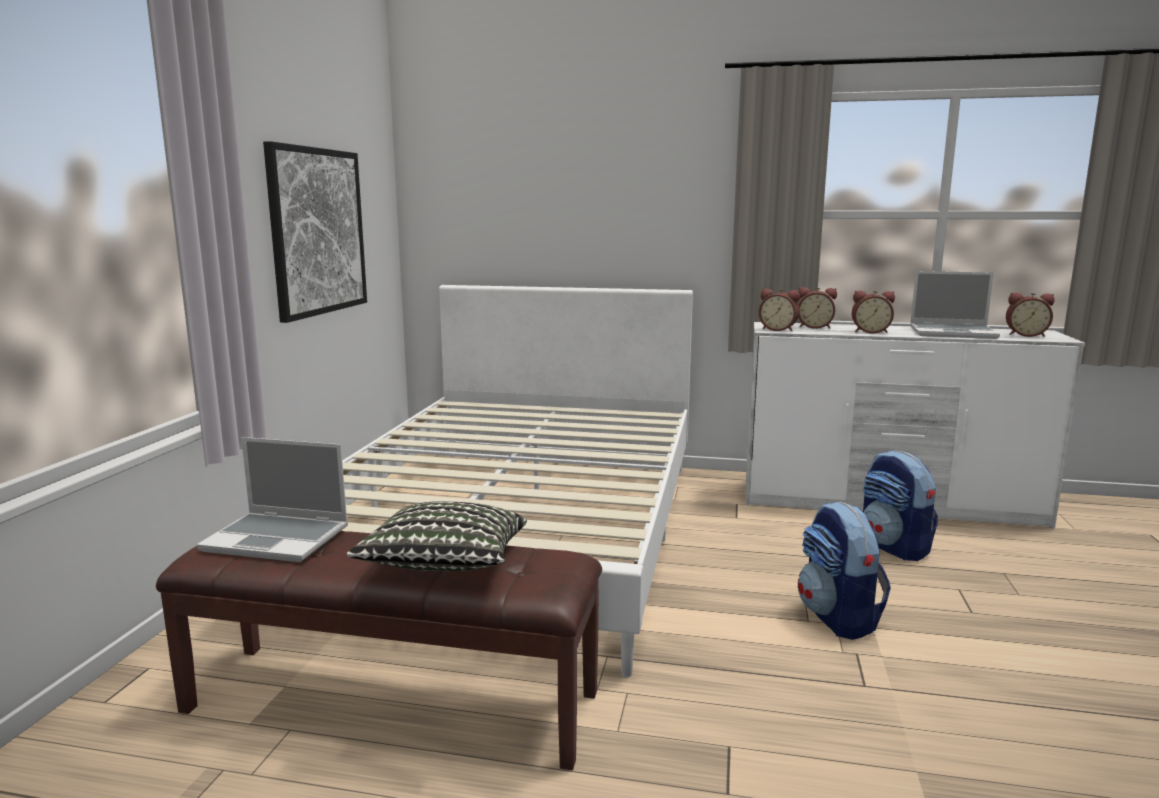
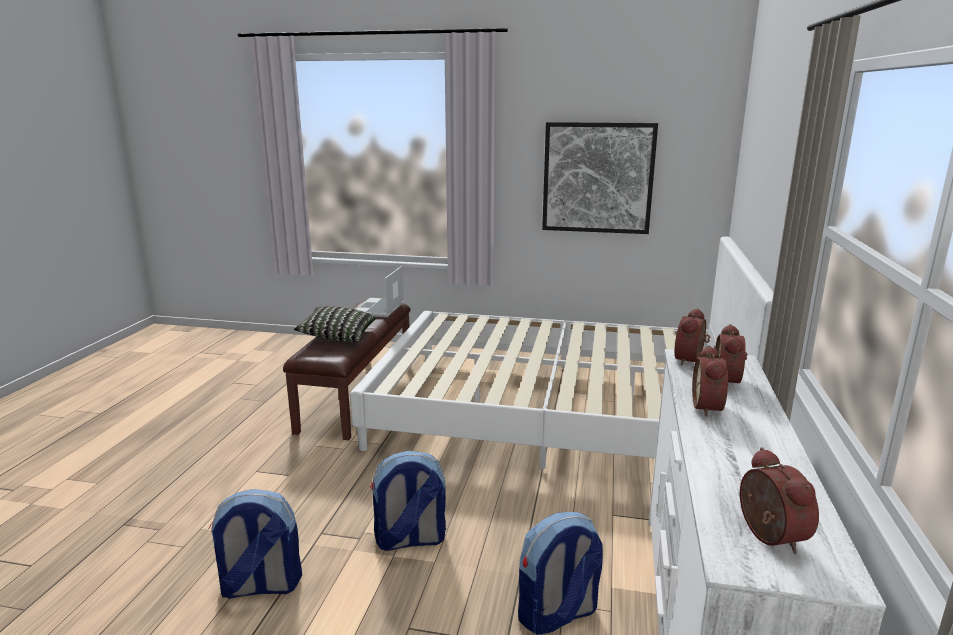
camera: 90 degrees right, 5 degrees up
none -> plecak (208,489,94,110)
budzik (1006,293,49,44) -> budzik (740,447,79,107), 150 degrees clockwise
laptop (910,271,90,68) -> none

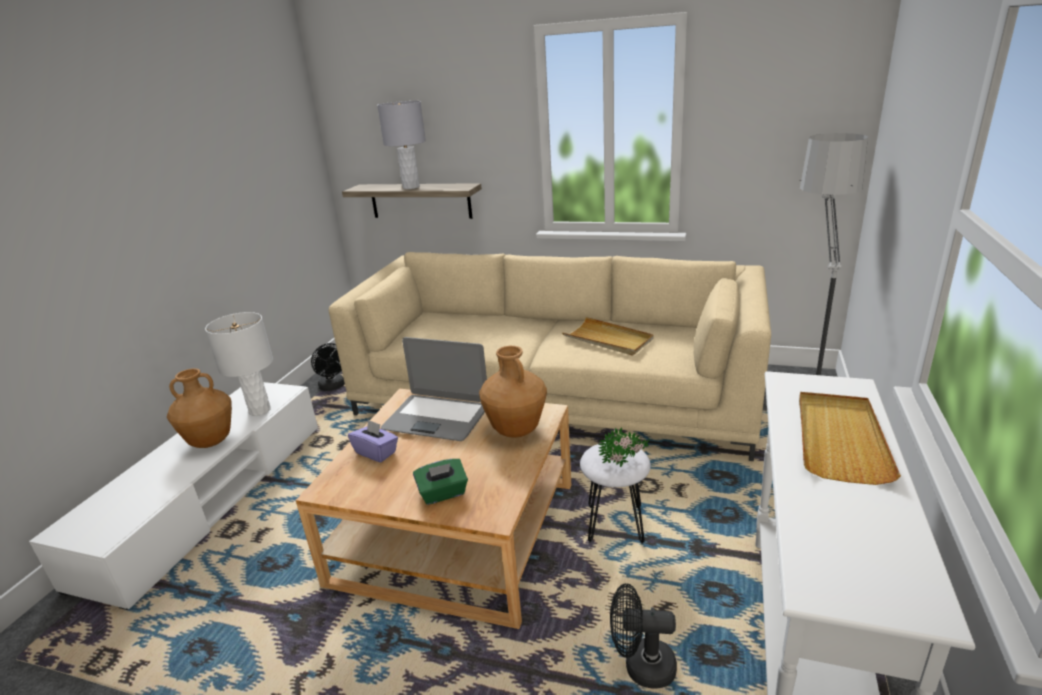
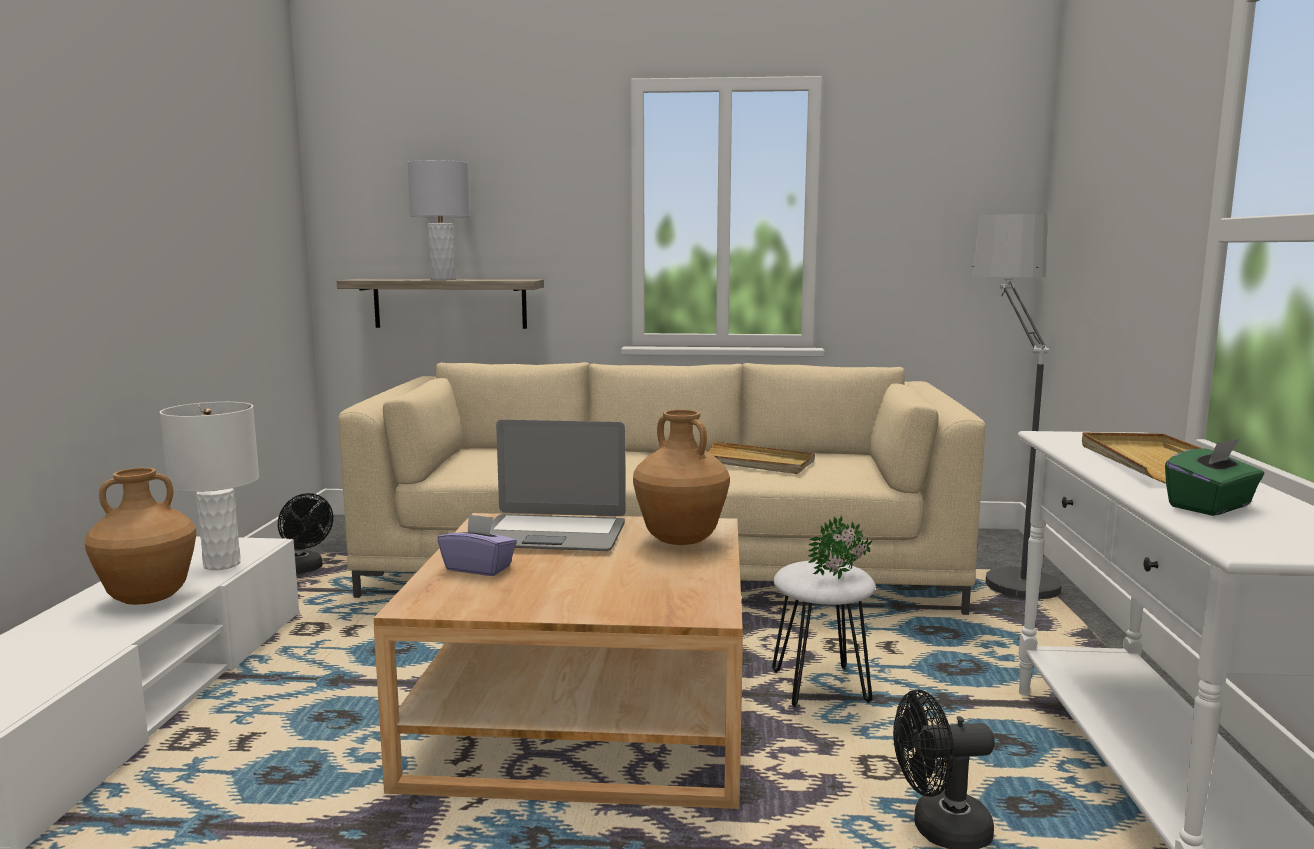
camera: 15 degrees left, 15 degrees down
pudełko chusteczek (zielony) (413,459,55,46) -> pudełko chusteczek (zielony) (1165,439,99,77), move

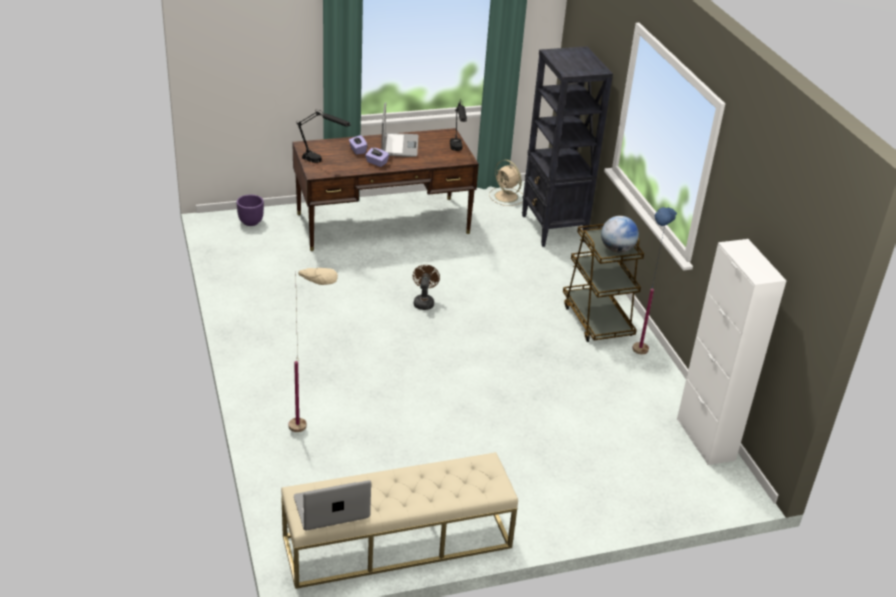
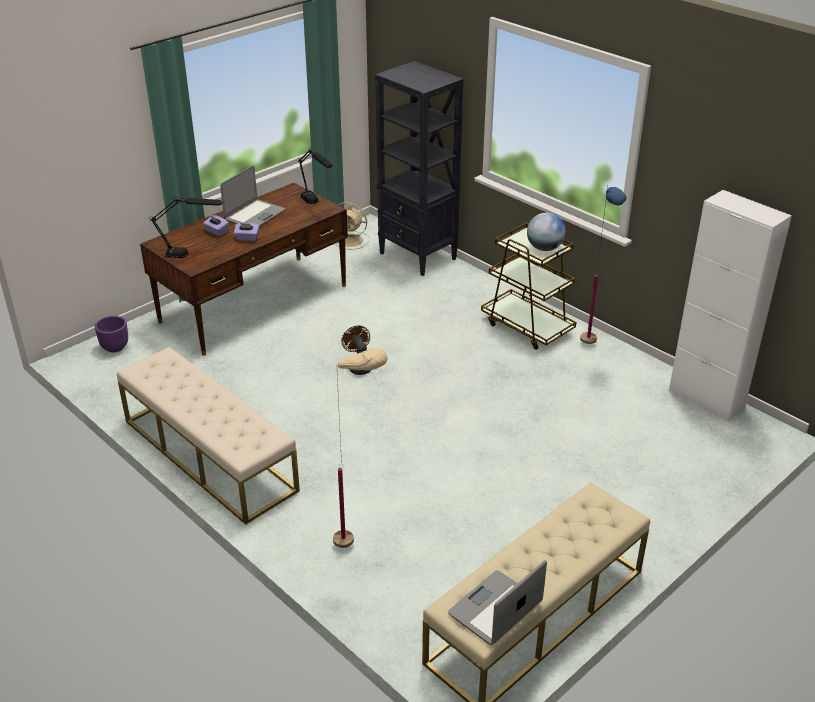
camera: 25 degrees left, 0 degrees up
none -> ławka (beżowy) (117,347,183,178)
laptop (381,102,38,55) -> laptop (220,166,65,60), 60 degrees clockwise

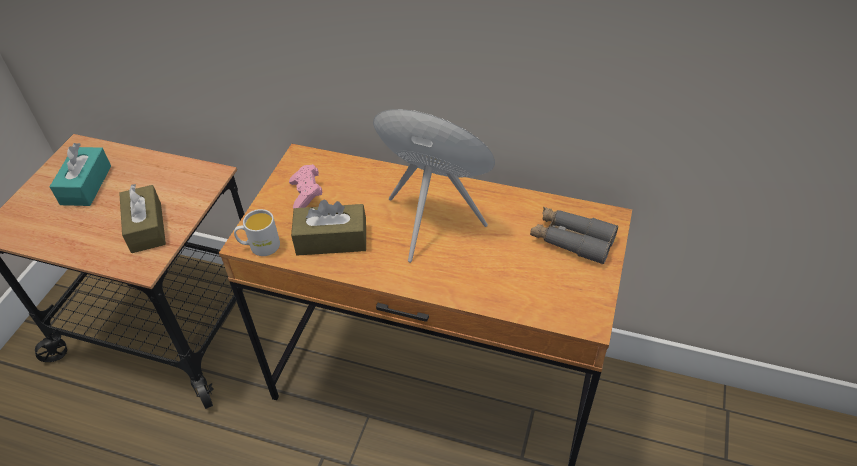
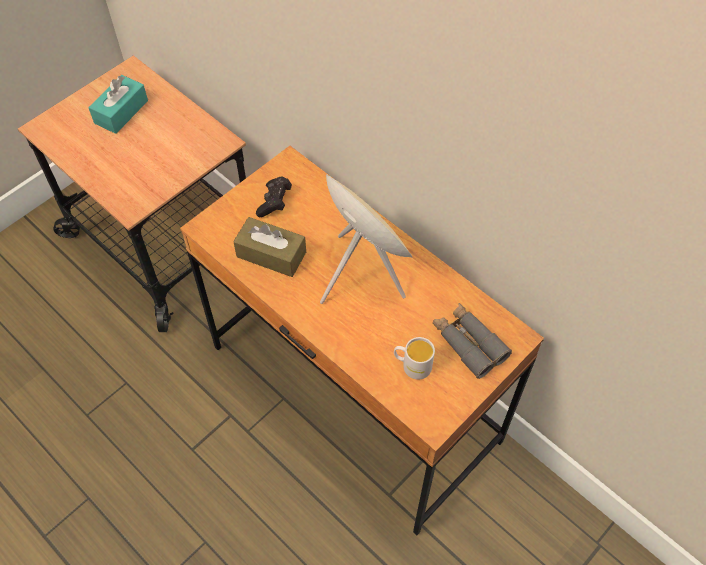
camera: 25 degrees right, 10 degrees up
pad do gier (różowy) (289,164,33,45) -> pad do gier (czarny) (256,177,36,40)
kubek (biały) (234,209,46,47) -> kubek (biały) (394,337,41,43), move
pudełko chusteczek (brązowy) (119,184,47,69) -> none

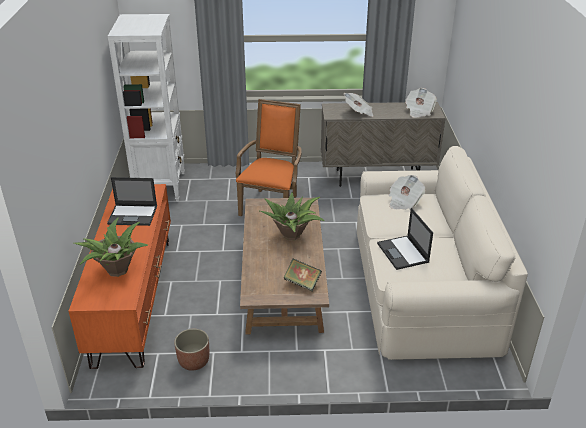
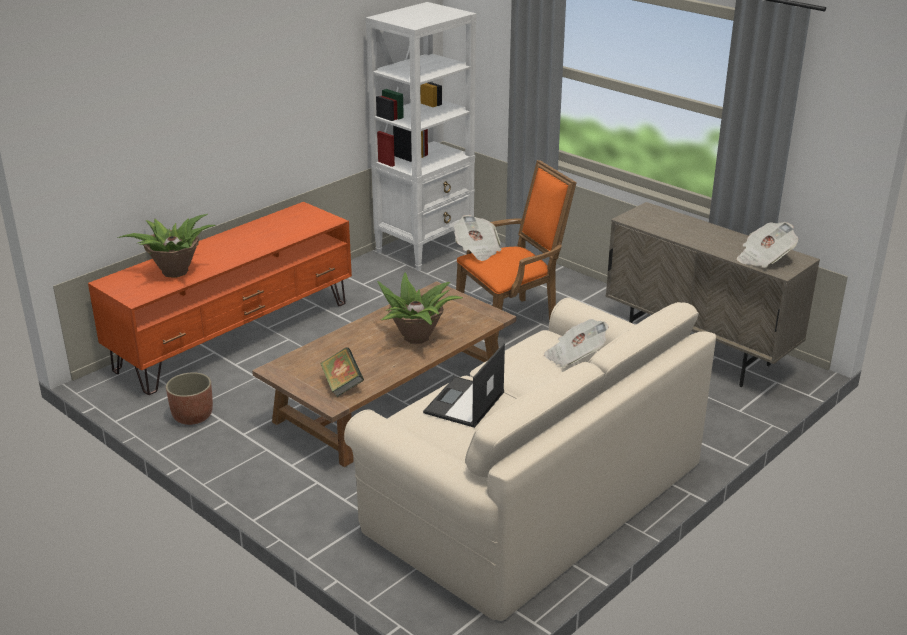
camera: 45 degrees right, 5 degrees down
gazeta (344,93,29,24) -> gazeta (454,215,48,46), move
laptop (107,177,50,49) -> none

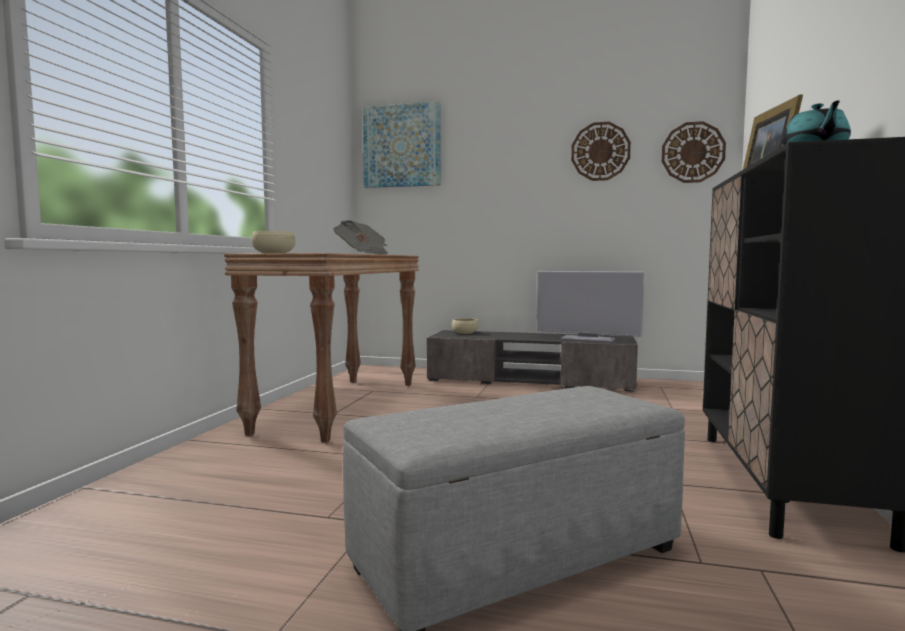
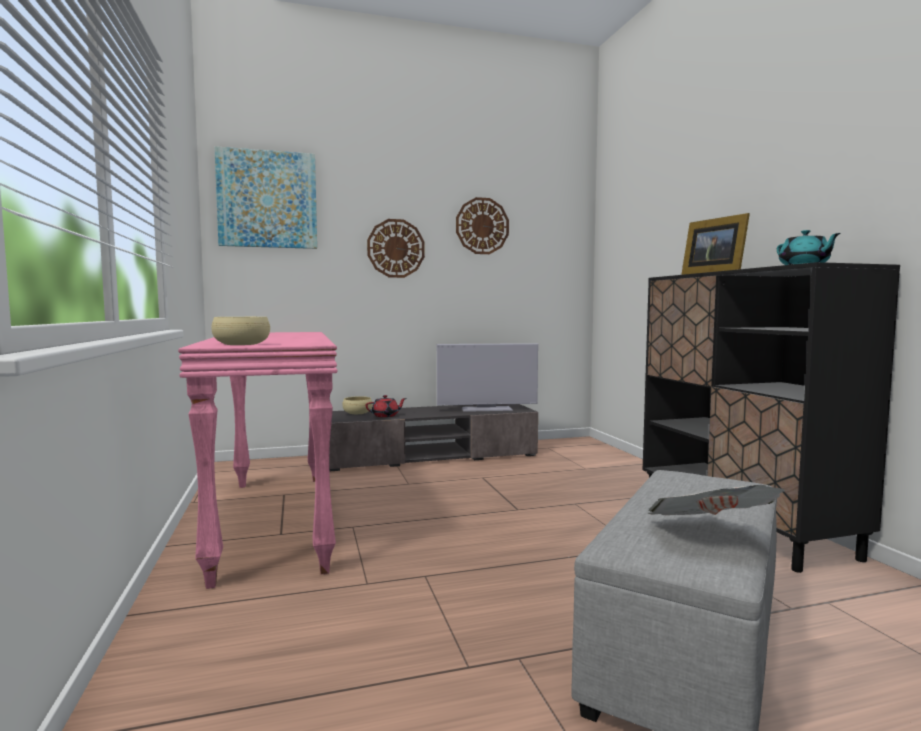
camera: 30 degrees left, 0 degrees up
stolik konsolowy (brązowy) (224,253,195,189) -> stolik konsolowy (różowy) (178,332,159,257)
none -> imbryk (czerwony) (366,395,41,22)
zegar ścienny (662,121,64,62) -> zegar ścienny (367,219,58,59), move
gazeta (333,220,55,35) -> gazeta (647,485,138,30), move

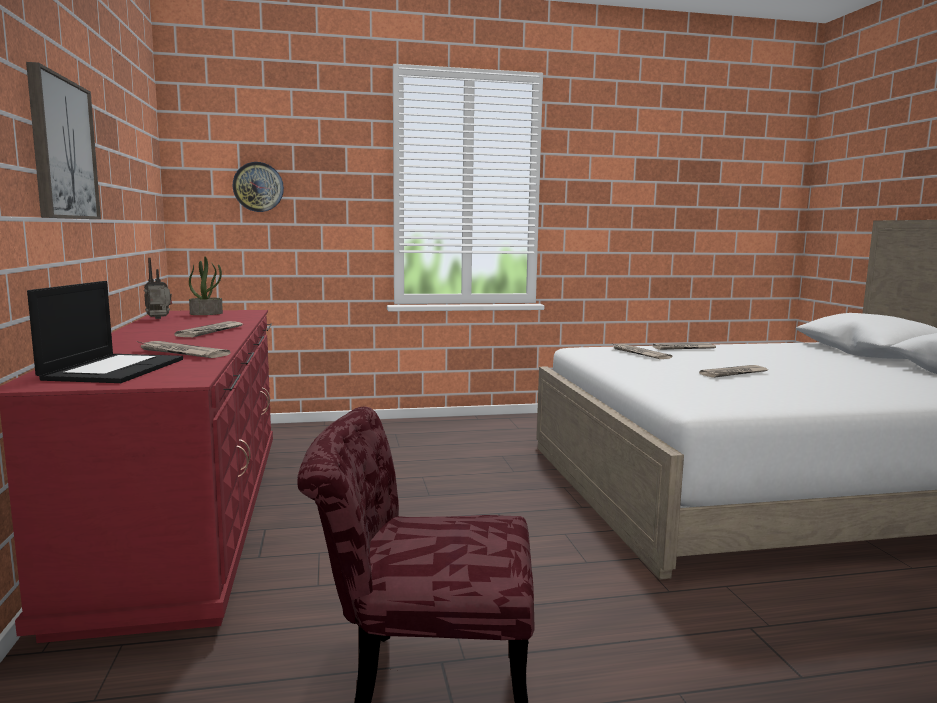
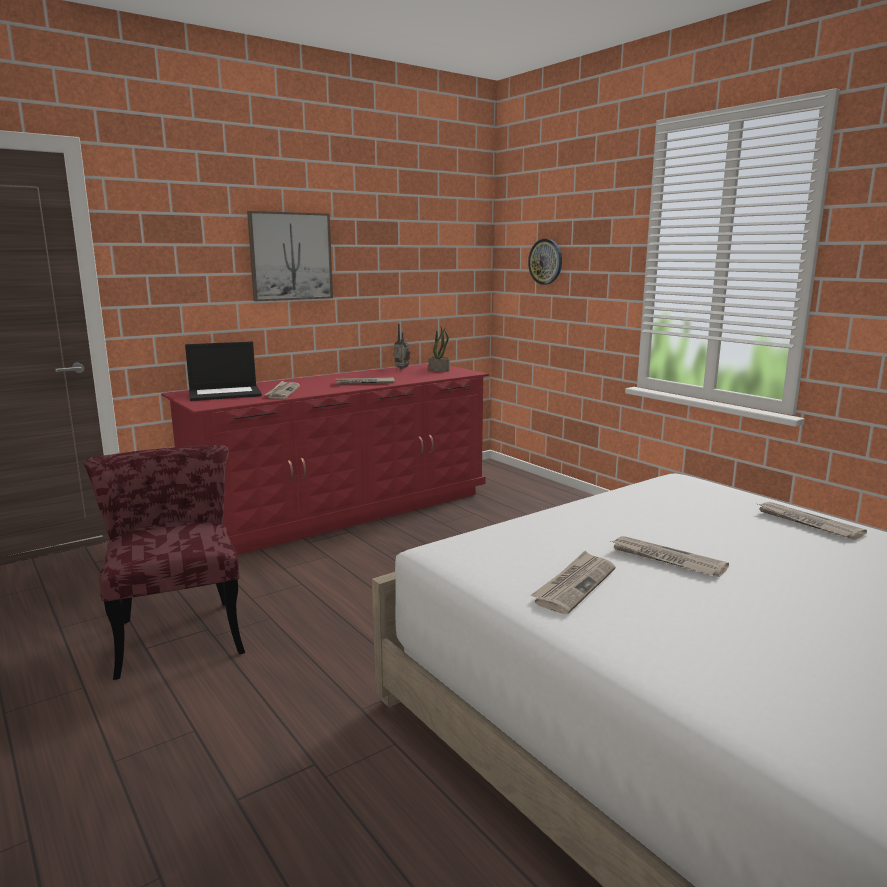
camera: 65 degrees right, 5 degrees up
gazeta (614,344,58,15) -> gazeta (531,551,84,63), move

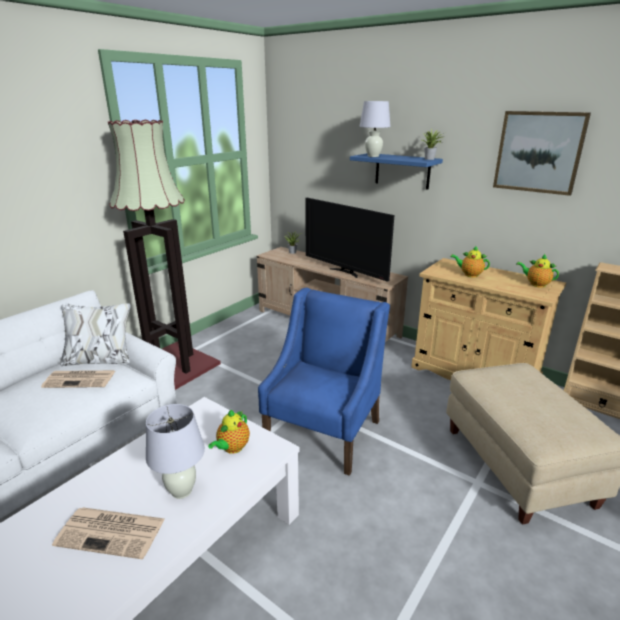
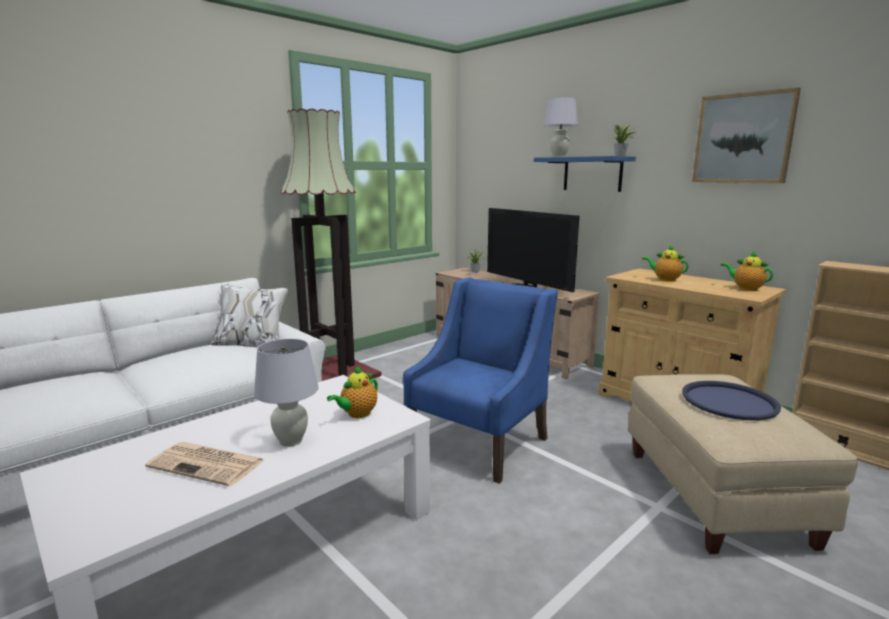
camera: 10 degrees right, 10 degrees down
none -> taca (niebieski) (682,381,99,39)
gazeta (41,370,74,18) -> none

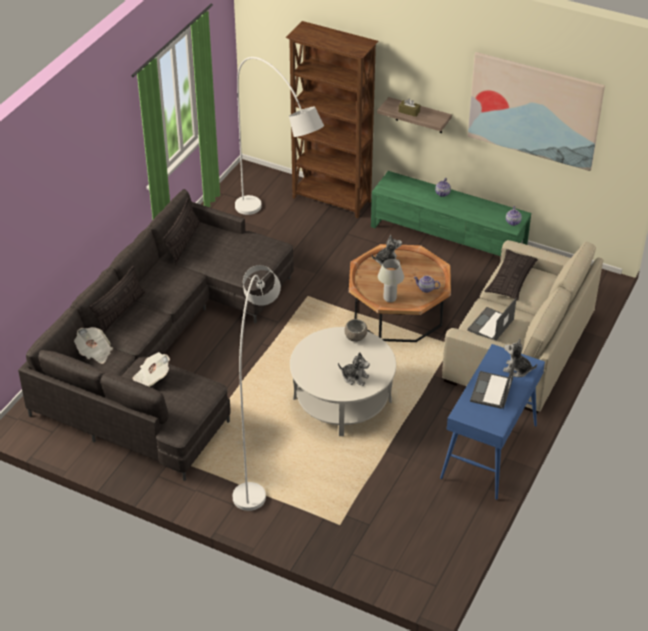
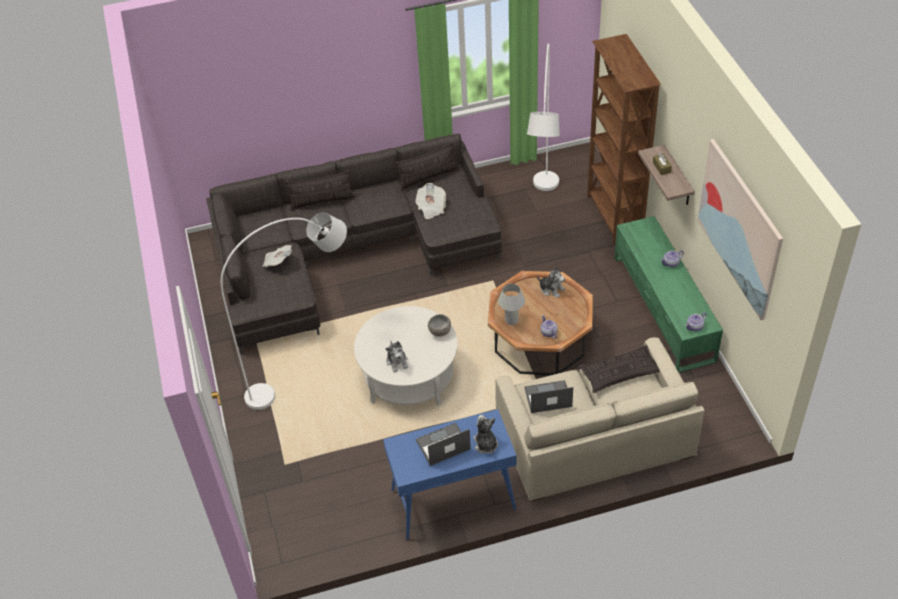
camera: 50 degrees right, 5 degrees up
gazeta (74,327,39,37) -> gazeta (415,183,31,36), move

